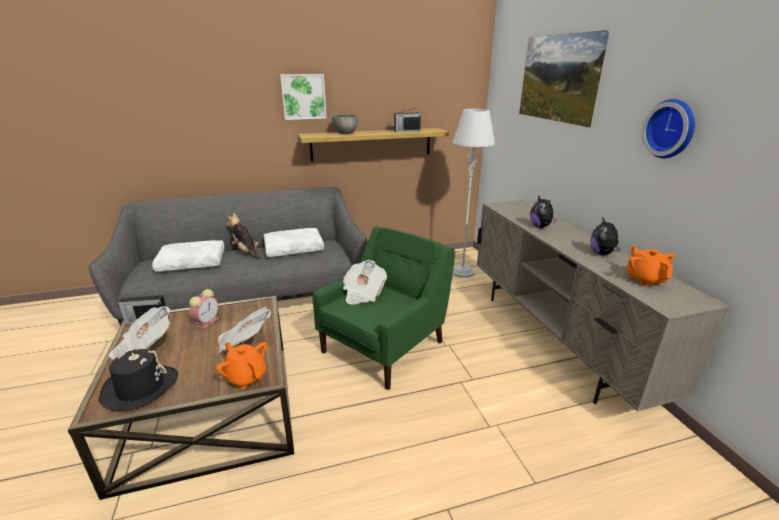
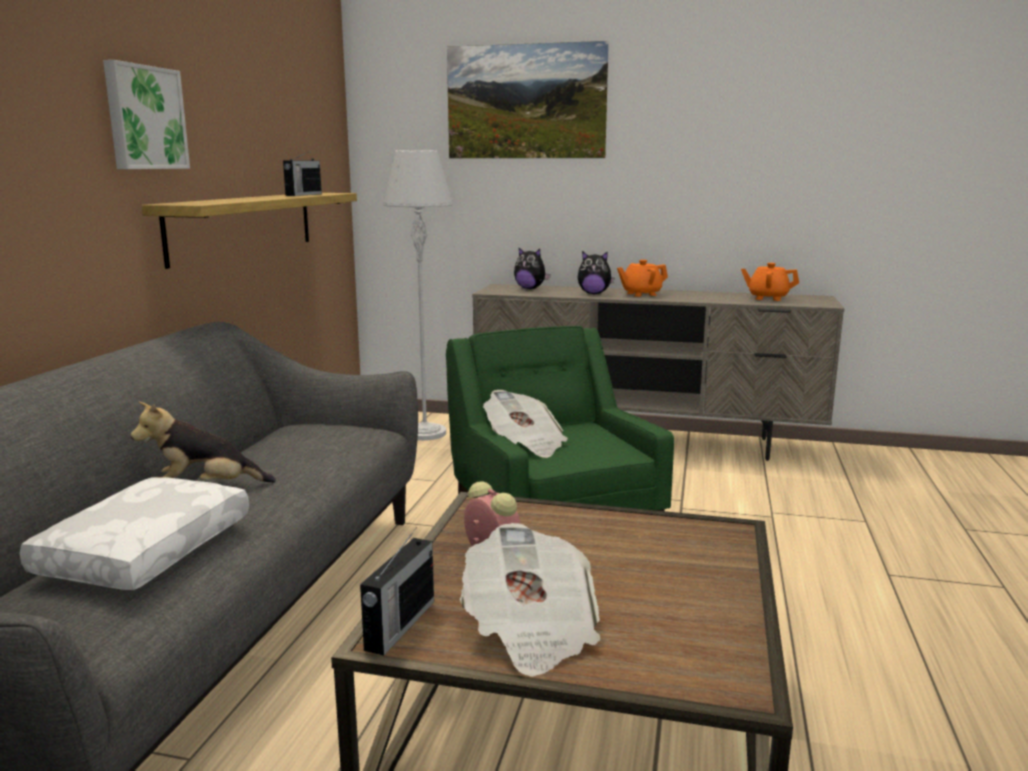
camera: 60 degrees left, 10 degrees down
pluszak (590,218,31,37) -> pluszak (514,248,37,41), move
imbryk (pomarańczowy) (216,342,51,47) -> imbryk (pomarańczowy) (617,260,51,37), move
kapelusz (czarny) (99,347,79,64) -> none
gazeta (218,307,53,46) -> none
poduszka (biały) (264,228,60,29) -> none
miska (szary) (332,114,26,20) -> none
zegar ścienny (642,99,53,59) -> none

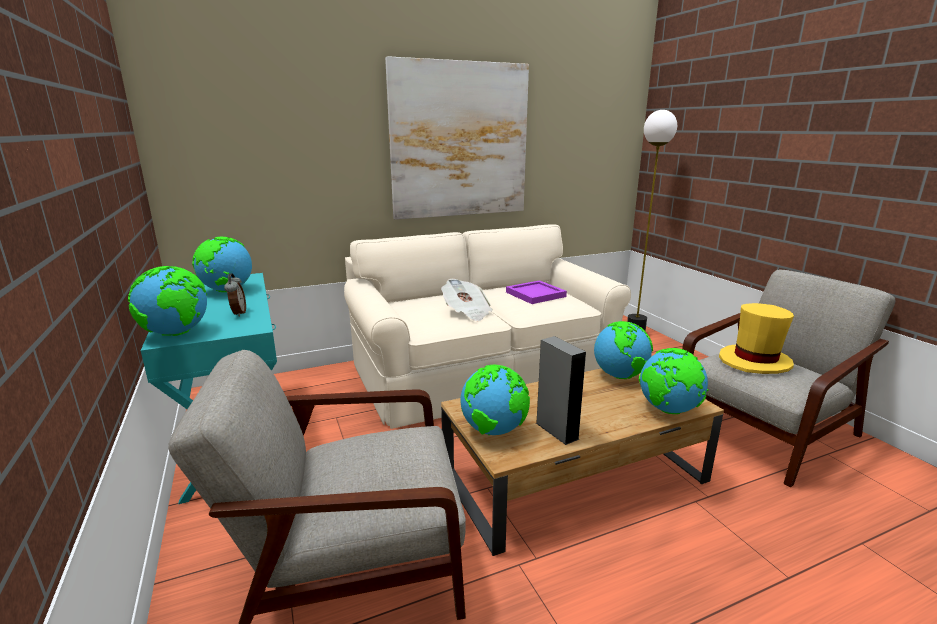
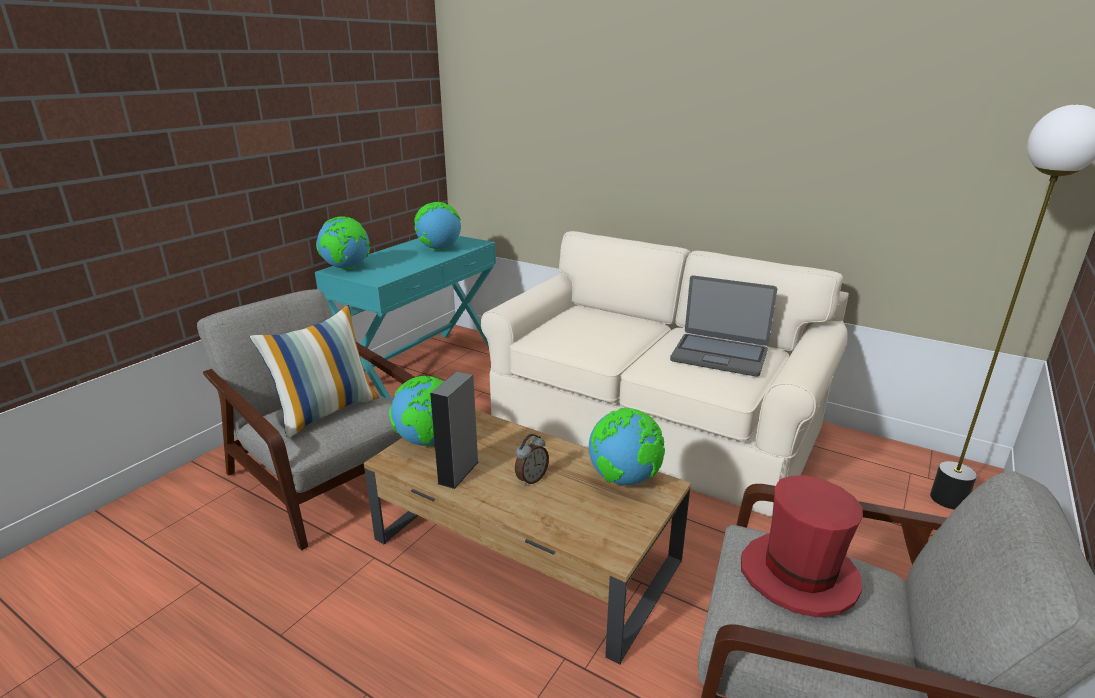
camera: 55 degrees right, 5 degrees up
none -> poduszka (250,305,129,133)
budzik (224,273,22,44) -> budzik (515,434,34,52), move
taca (fioletowy) (506,280,61,24) -> laptop (670,275,107,102)
kapelusz (żółty) (719,303,75,71) -> kapelusz (czerwony) (741,475,122,142)
obraz (385,56,144,164) -> none
gazeta (441,279,52,42) -> none
globus (639,348,70,66) -> none

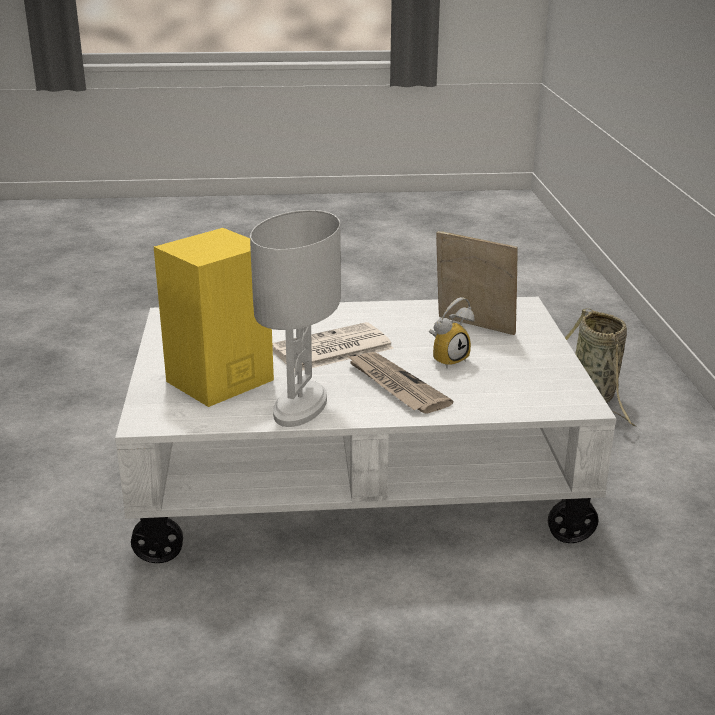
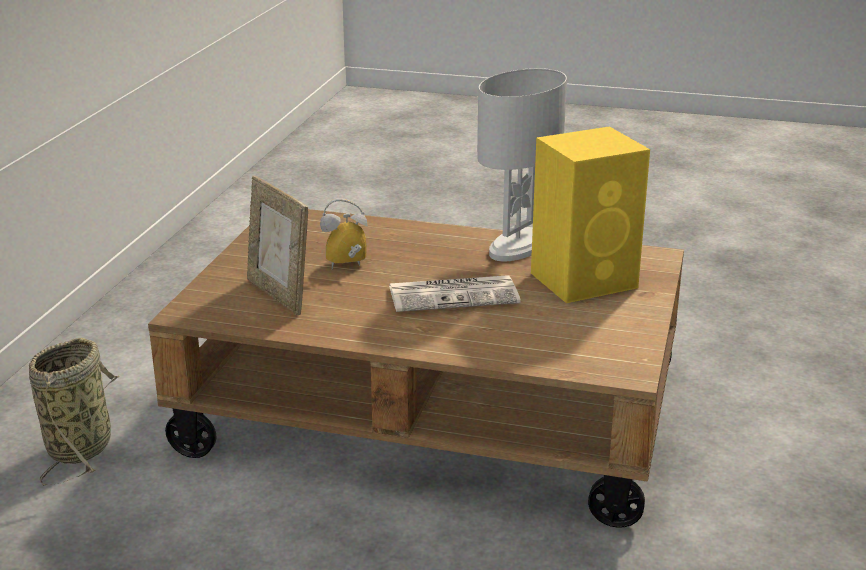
camera: 160 degrees left, 0 degrees up
ława (biały) (115,297,501,266) -> ława (brązowy) (148,209,536,319)
gazeta (346,352,107,62) -> none

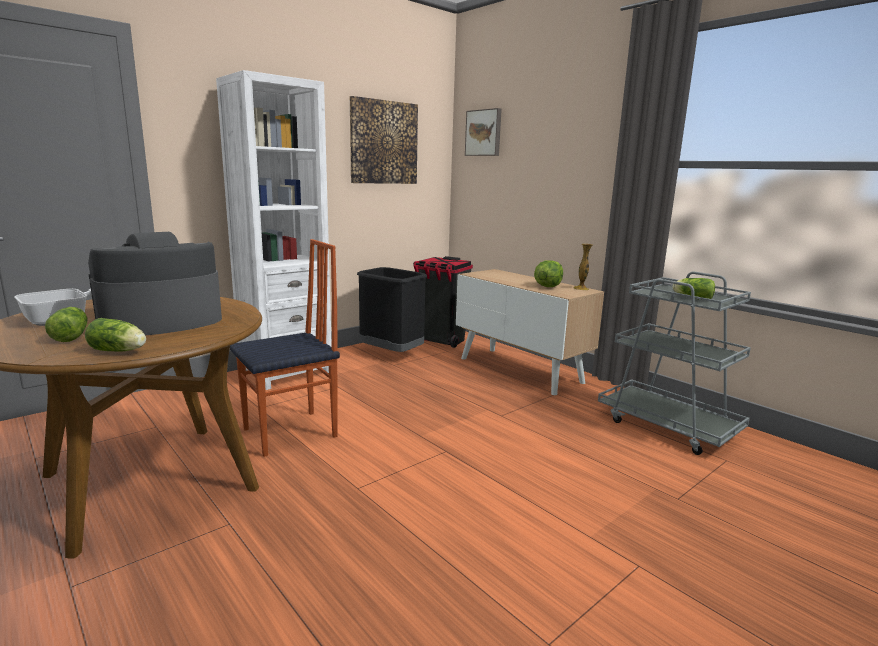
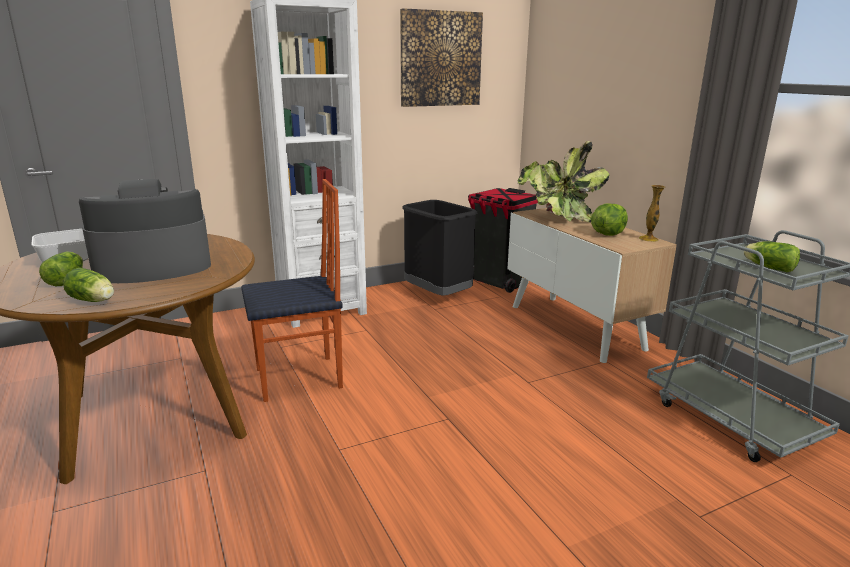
camera: 15 degrees right, 5 degrees up
none -> roślina doniczkowa (517,141,93,82)
obraz (465,108,37,48) -> none

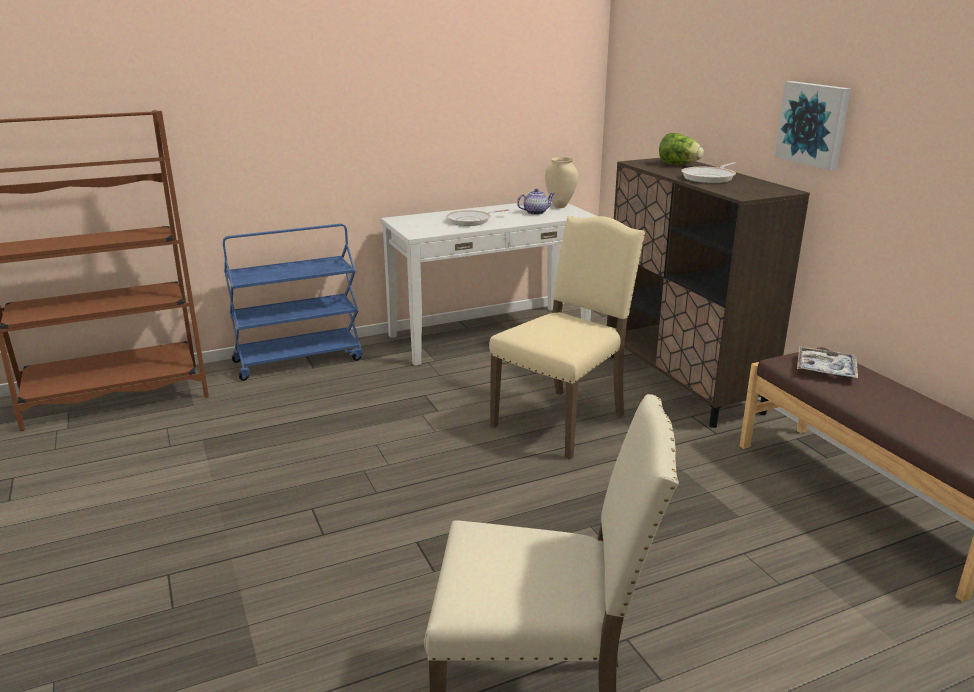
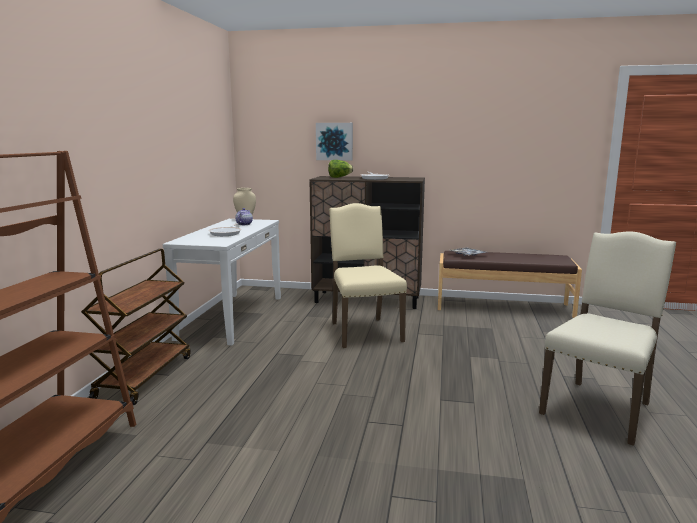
camera: 55 degrees left, 10 degrees down
wózek (niebieski) (223,224,140,157) -> wózek (brązowy) (81,249,110,156)
obraz (774,81,77,89) -> obraz (316,123,37,38), move

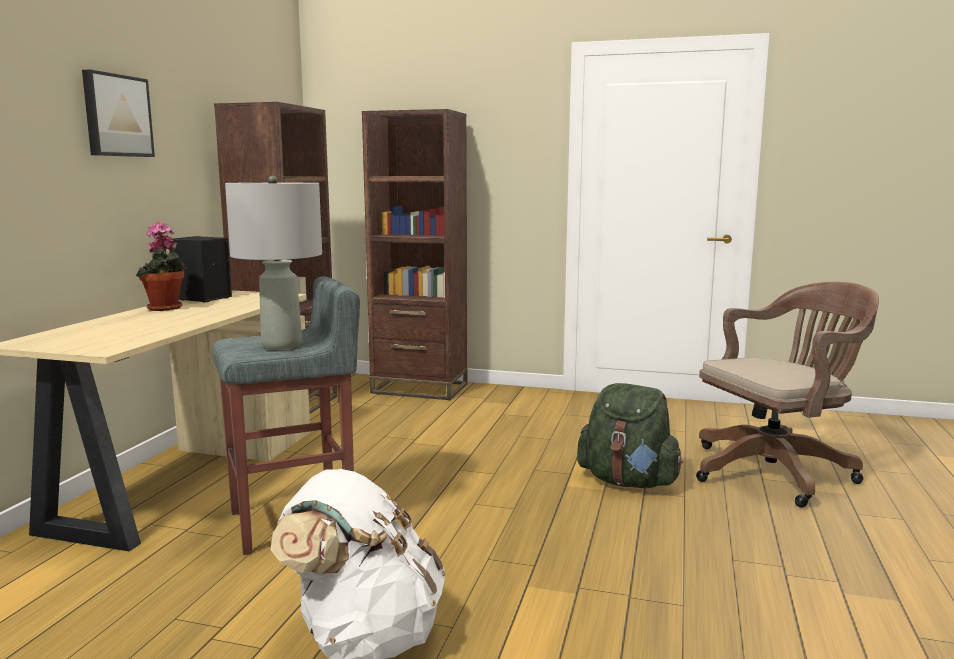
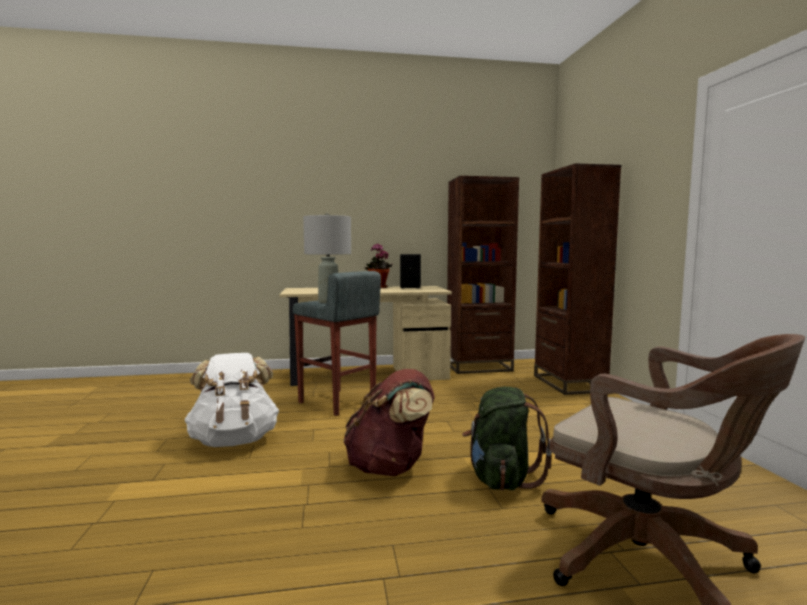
camera: 65 degrees right, 5 degrees down
none -> plecak (brązowy) (343,369,92,108)
obraz (82,69,73,88) -> none

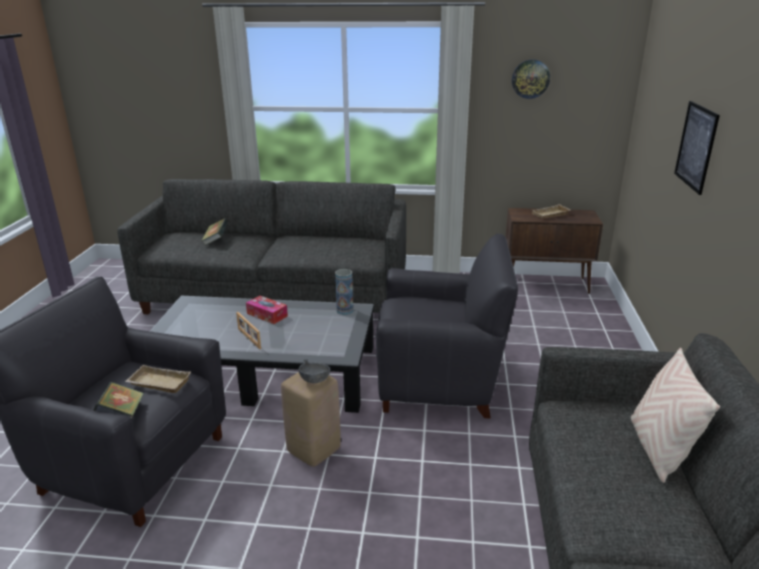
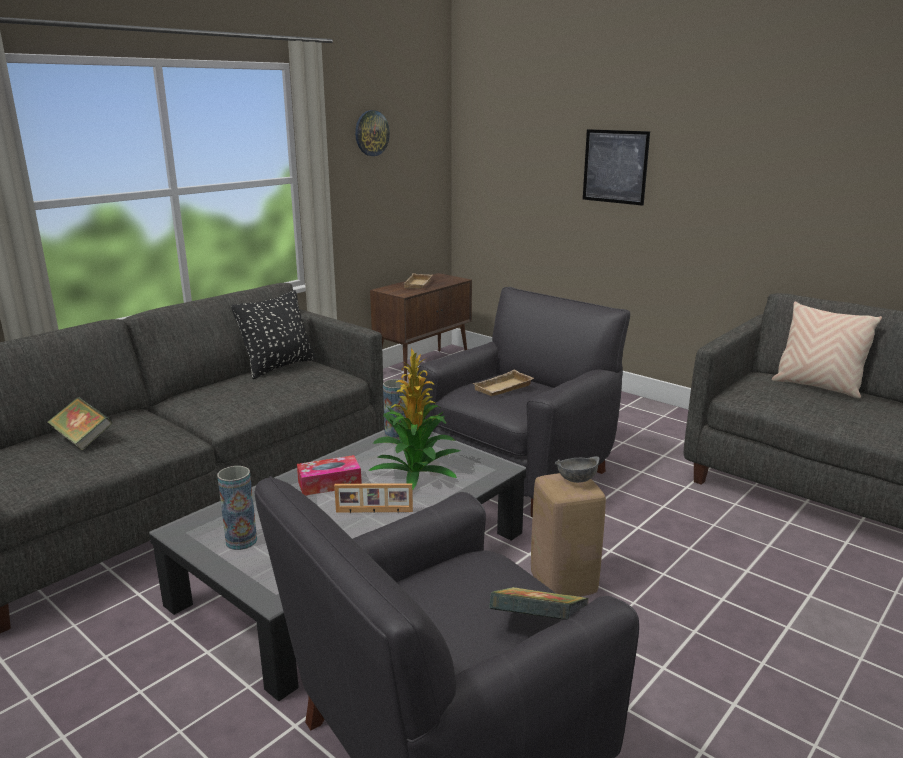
camera: 55 degrees left, 5 degrees down
none -> wazon (217,466,40,84)
none -> poduszka (czarny) (231,290,85,89)
none -> roślina doniczkowa (369,348,91,142)
taca (beżowy) (125,365,66,28) -> taca (beżowy) (472,370,62,26), move

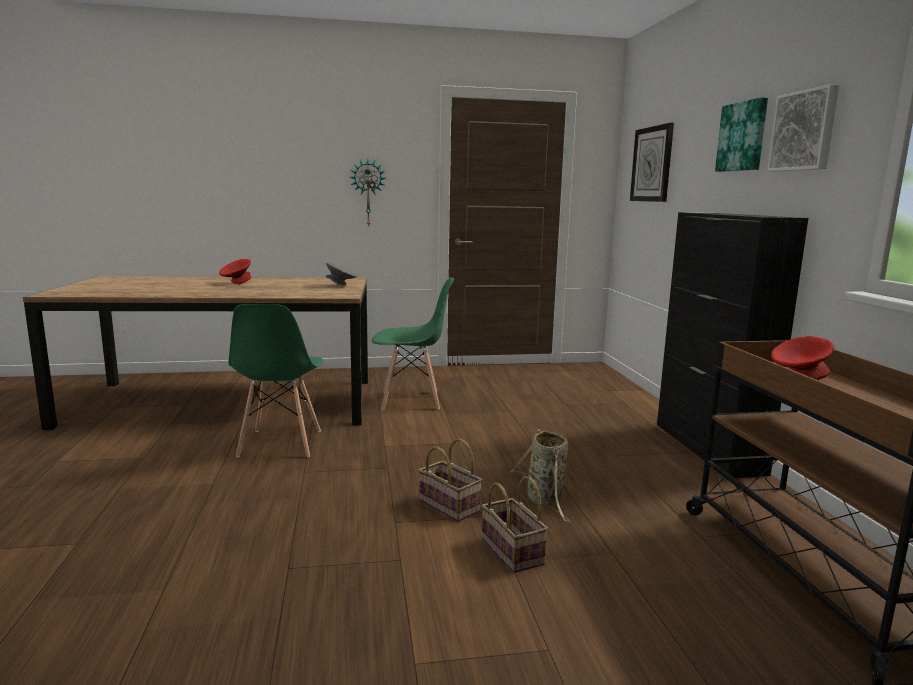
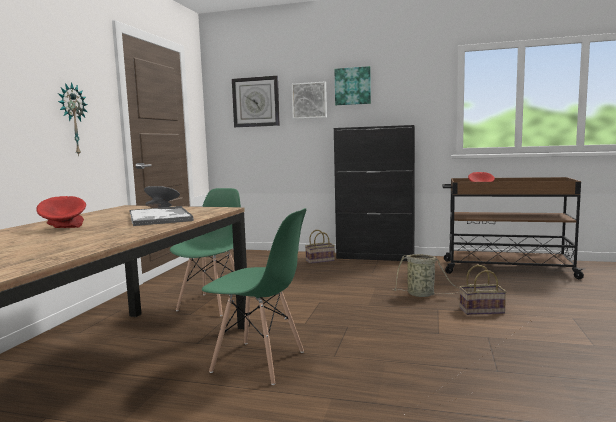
camera: 65 degrees left, 5 degrees down
none -> taca (129,206,65,20)
obraz (767,84,72,87) -> obraz (291,82,36,37), move
koszyk (419,439,63,83) -> koszyk (305,230,30,34), move

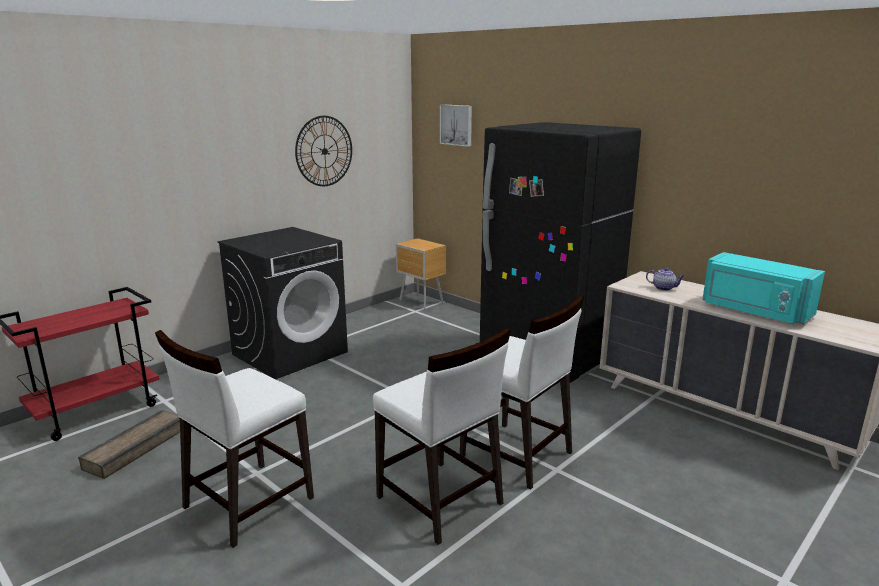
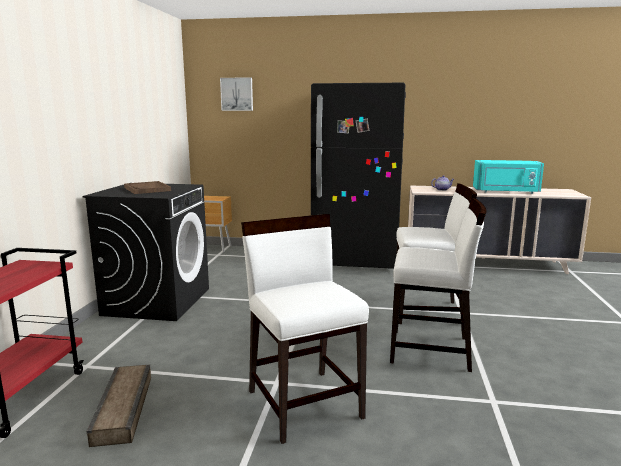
camera: 35 degrees left, 5 degrees down
none -> taca (brązowy) (124,181,47,13)
krzesło (biały) (155,330,159,218) -> krzesło (biały) (241,214,128,230), 150 degrees clockwise
zegar ścienny (295,116,57,70) -> none

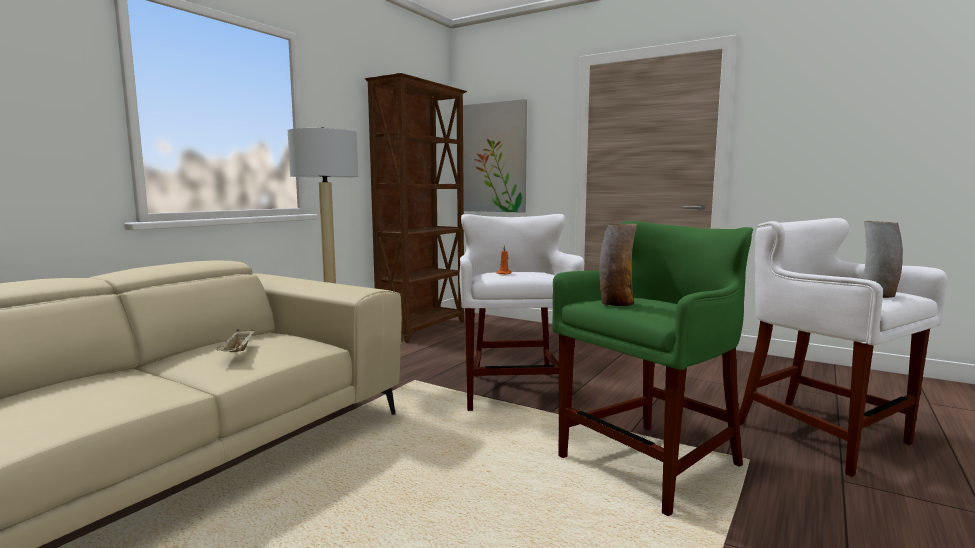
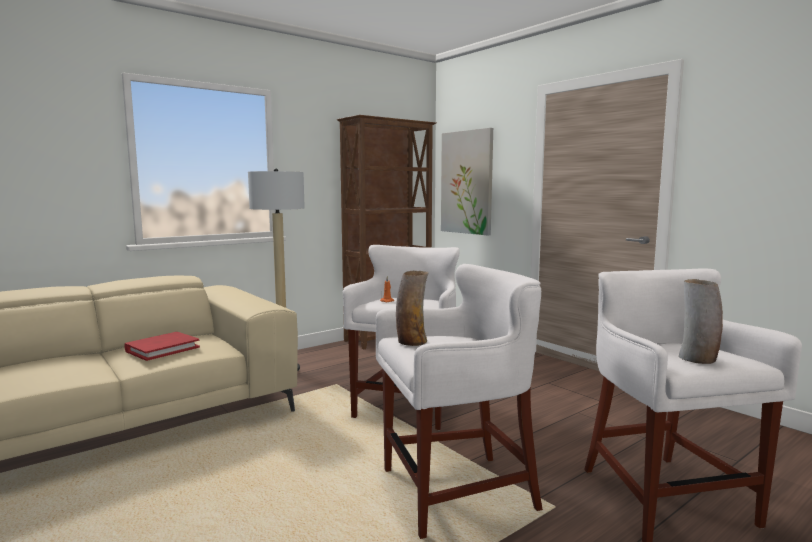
camera: 20 degrees right, 0 degrees up
taca (beżowy) (216,329,39,23) -> książka (czerwony) (124,332,76,29)
stołek (zielony) (552,221,201,295) -> stołek (biały) (376,264,167,275)

